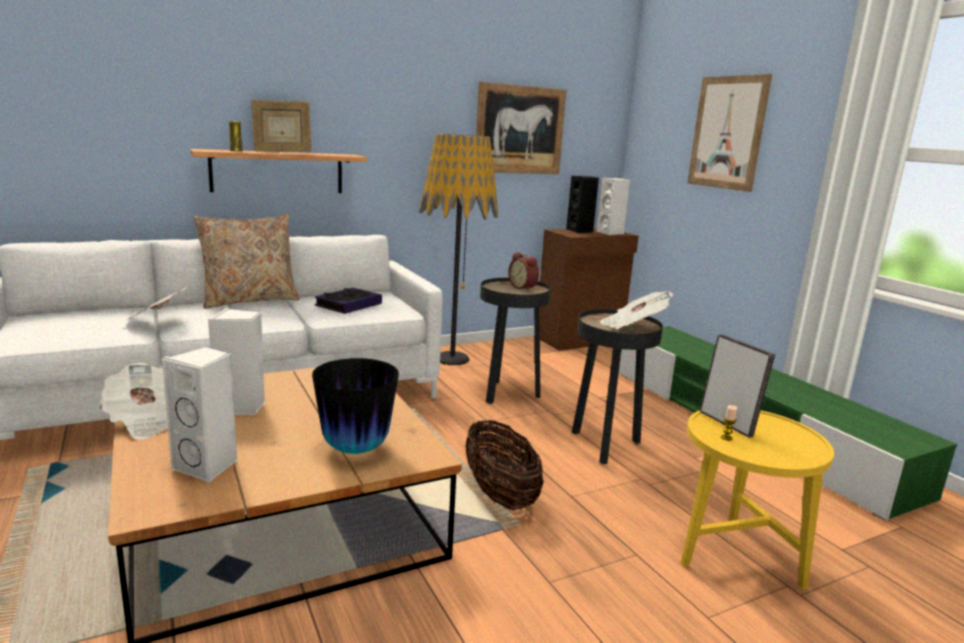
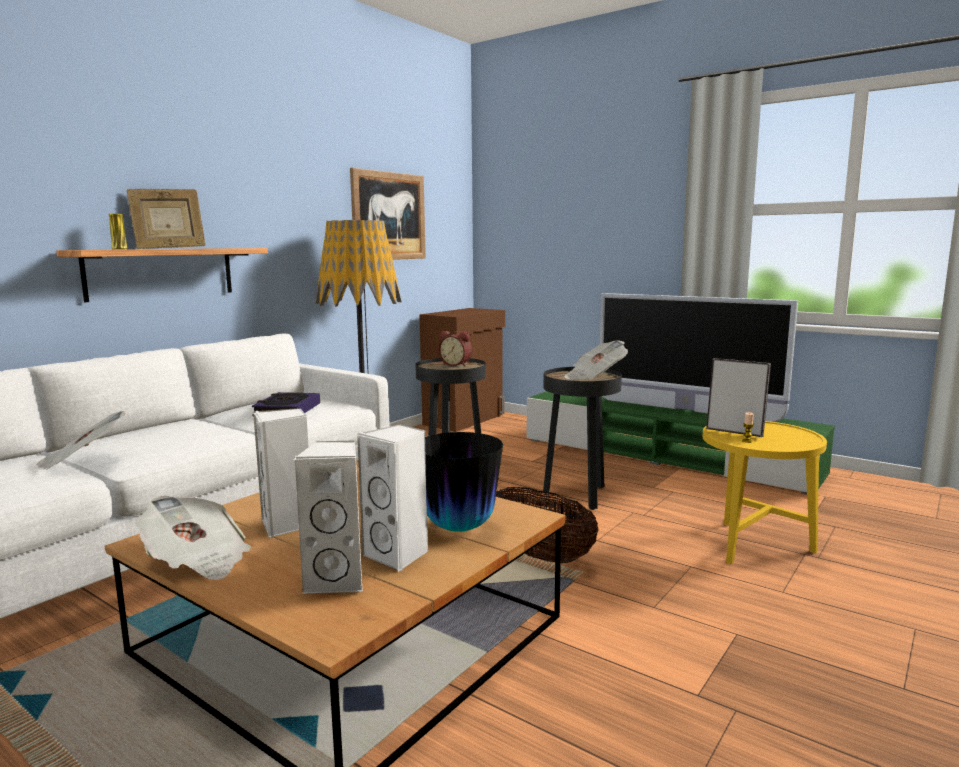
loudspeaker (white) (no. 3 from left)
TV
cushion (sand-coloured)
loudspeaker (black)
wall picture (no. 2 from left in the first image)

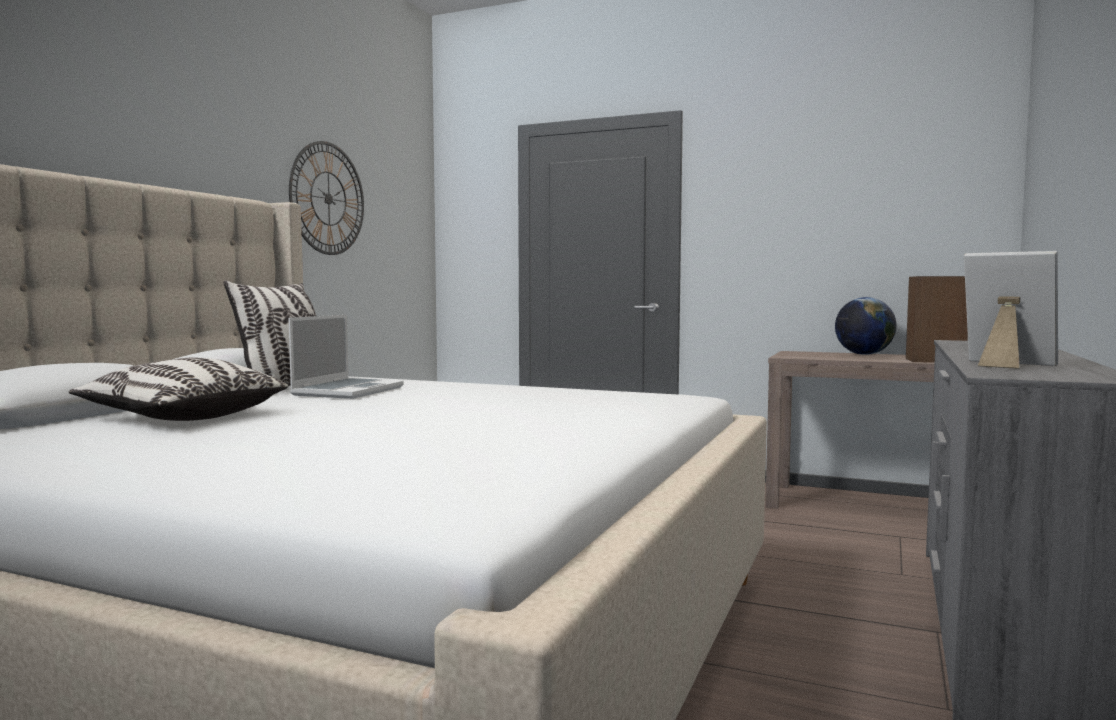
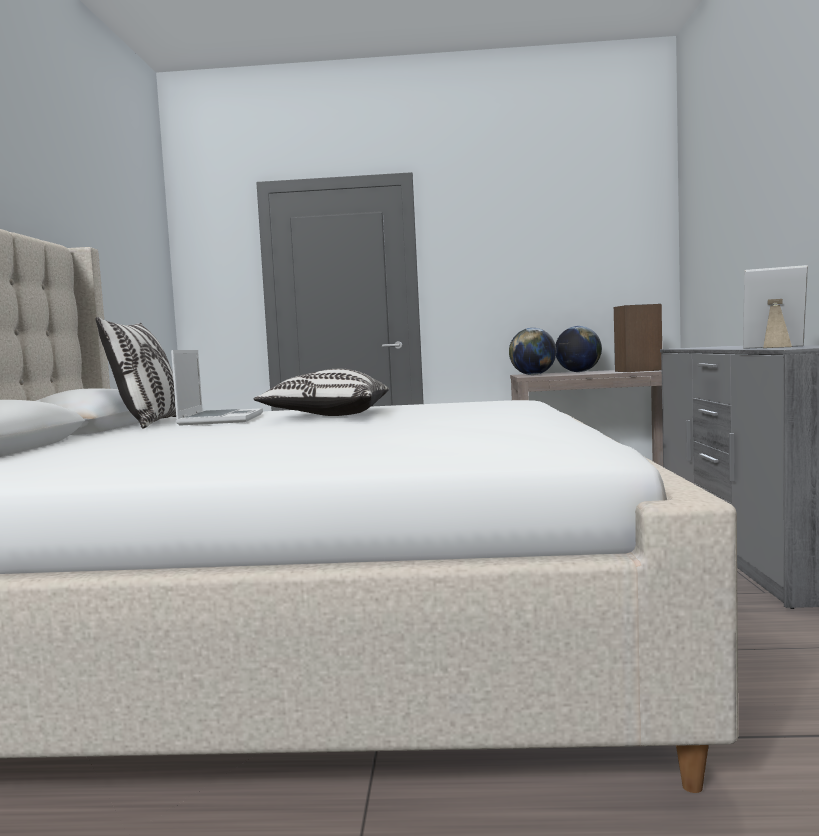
cushion (no. 2 from left)
globe (no. 1 from left)
clock on the wall

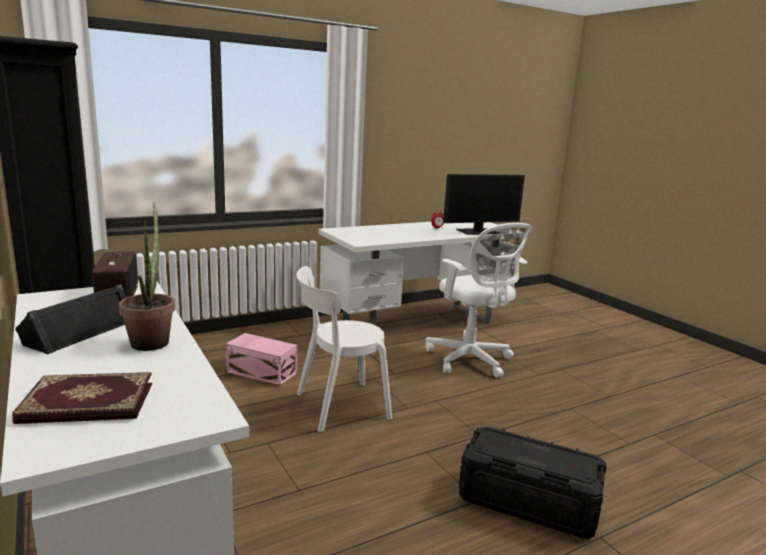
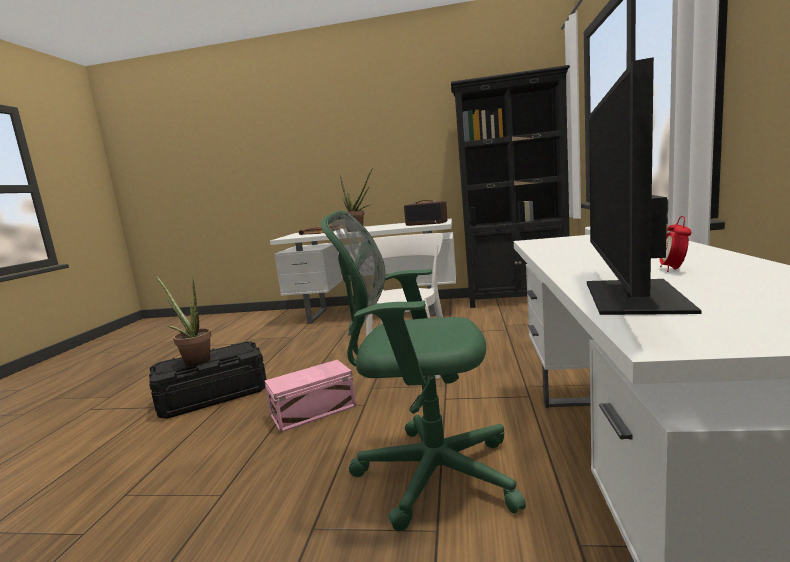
houseplant (no. 1 from left)
storage box (pinkish)
office chair (green)
loudspeaker (black)

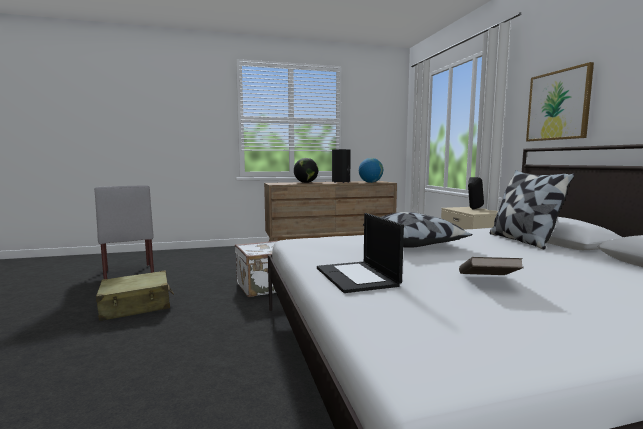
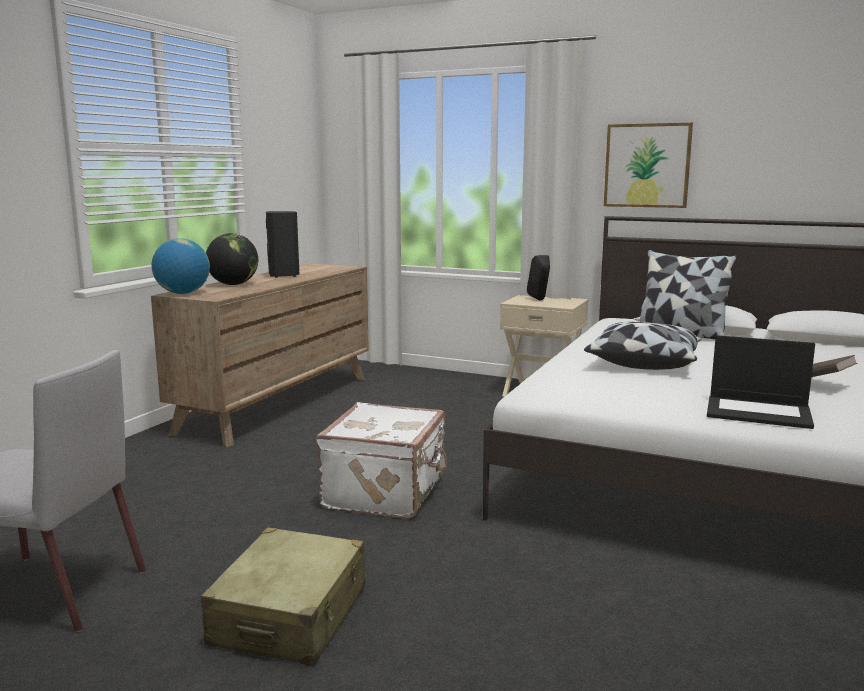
globe (no. 1 from left)

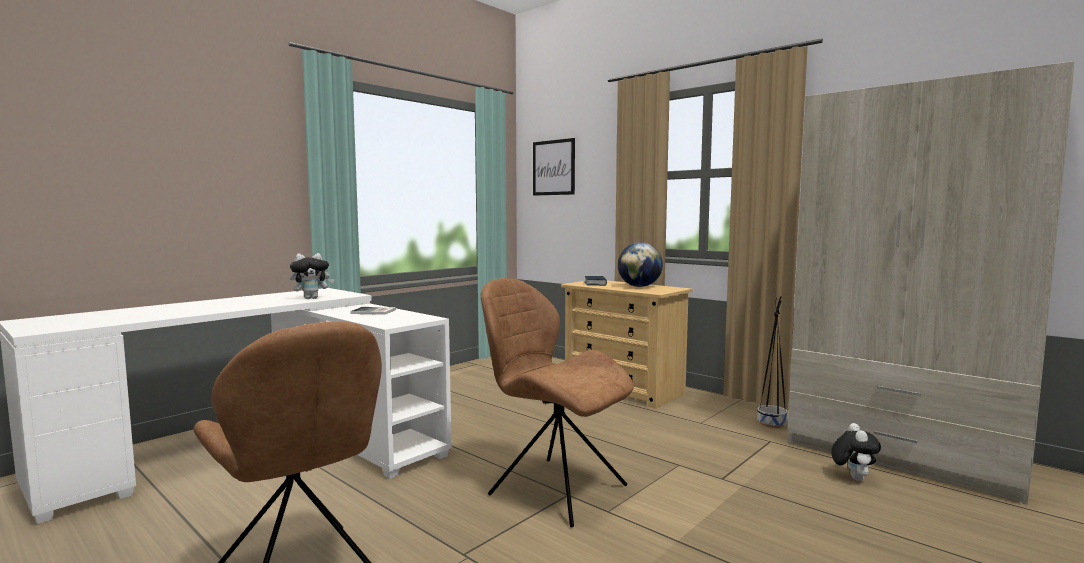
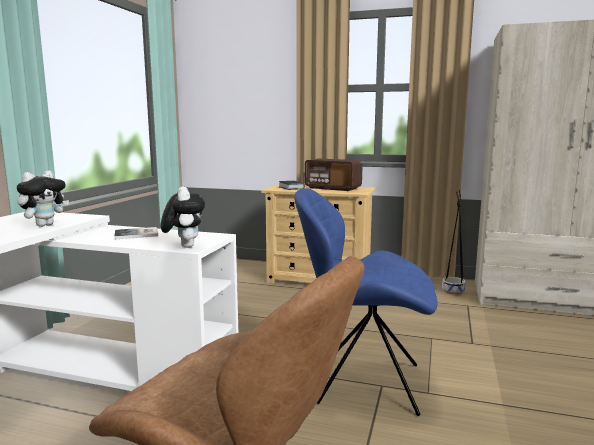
soft toy (no. 2 from left)
plain chair (bluish)
radio
wall picture

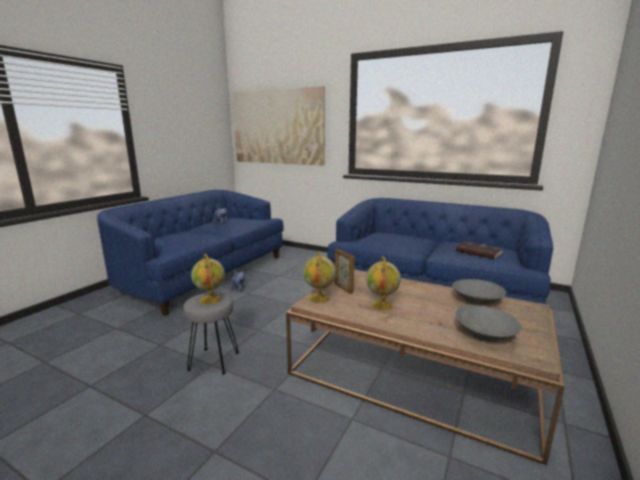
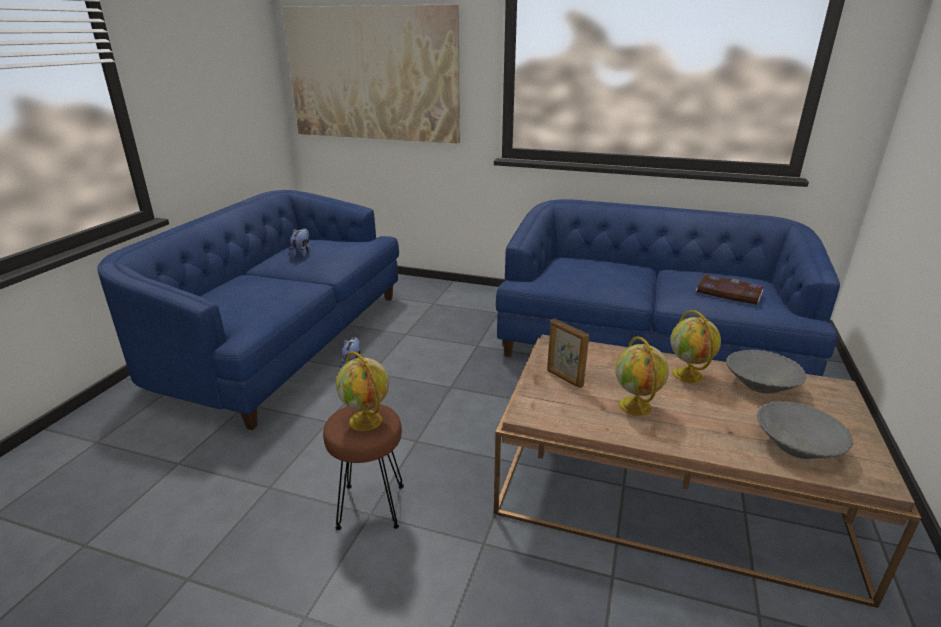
stool seat (brown-coloured)
globe (no. 3 from left)

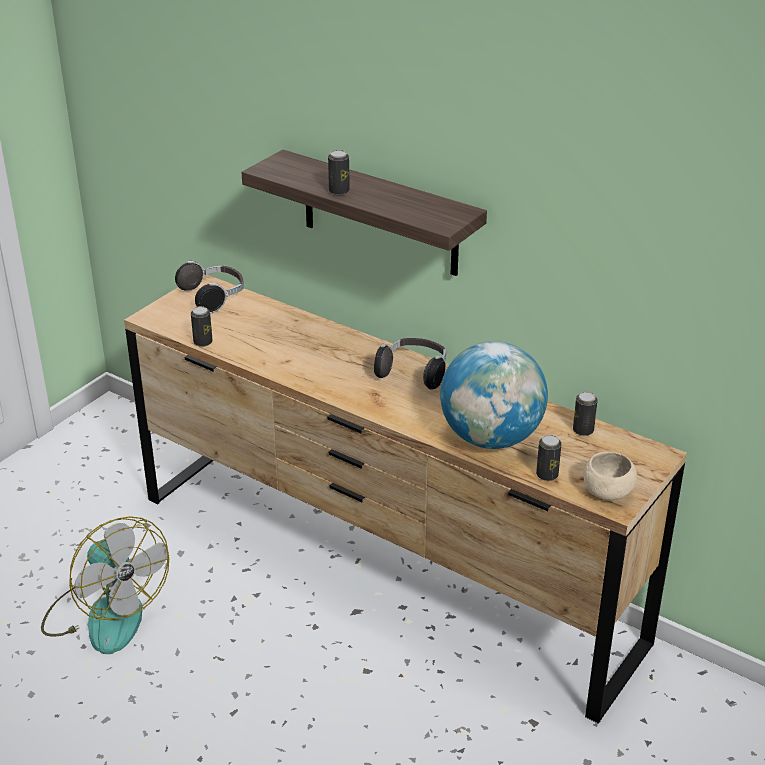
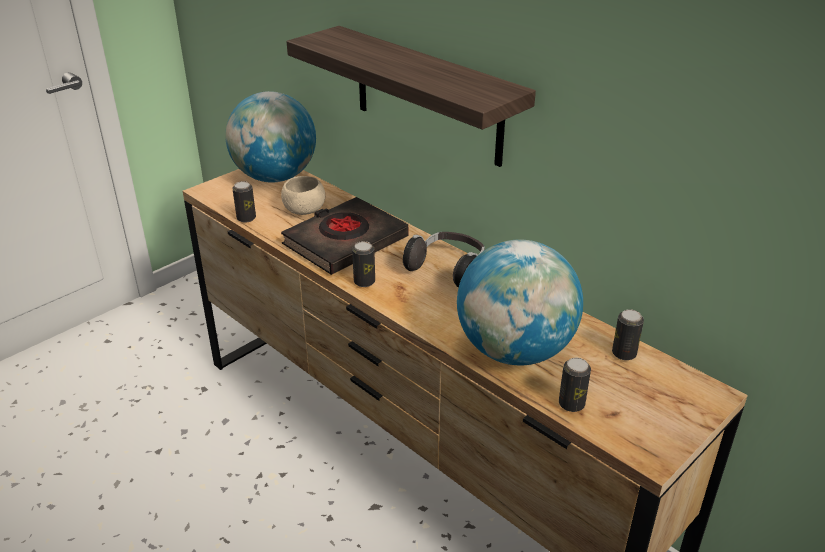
globe (no. 1 from left)
deep dish (sand-coloured)
volume (black)
can (no. 2 from left)
electric fan

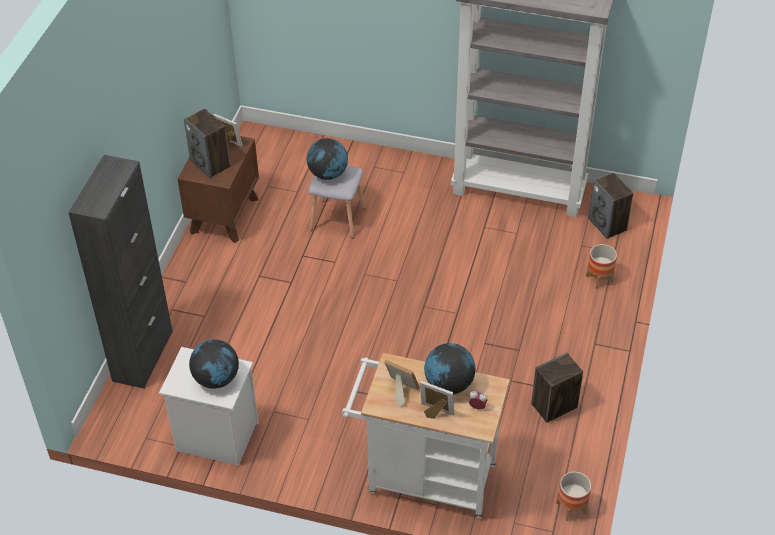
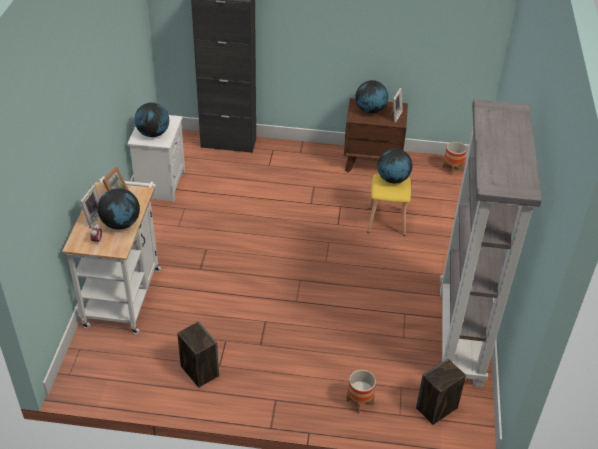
globe (no. 3 from left)
stool seat (yellowish)
planter (no. 2 from left)

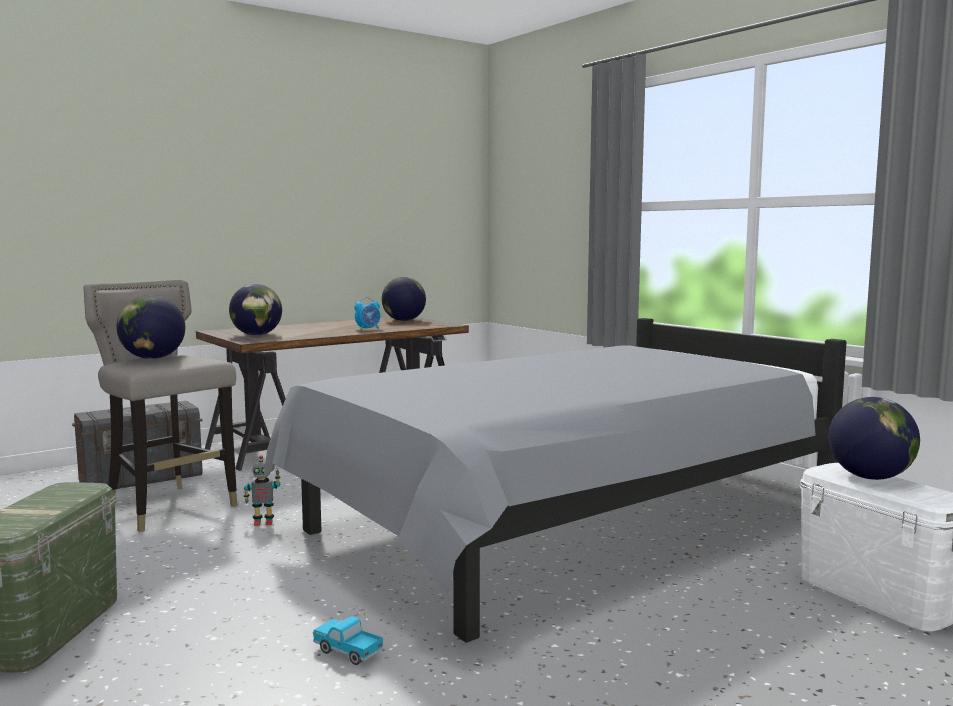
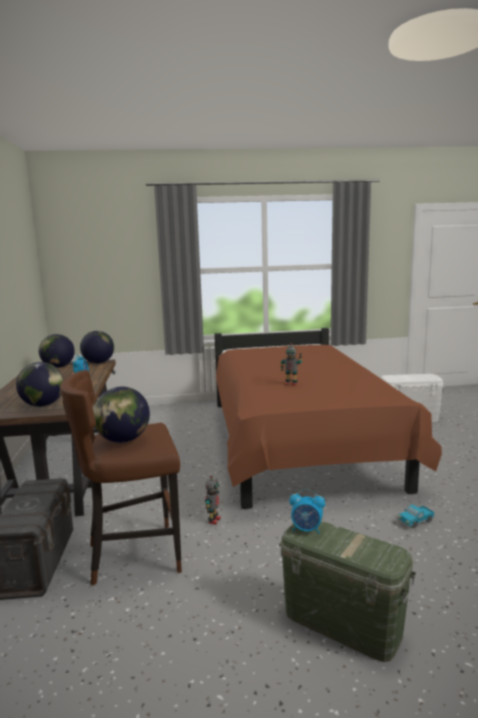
stool seat (brown-coloured)
globe (no. 3 from left)
bedroom bed (brown-coloured)
robot figure (no. 2 from left)
alarm clock (no. 2 from left)

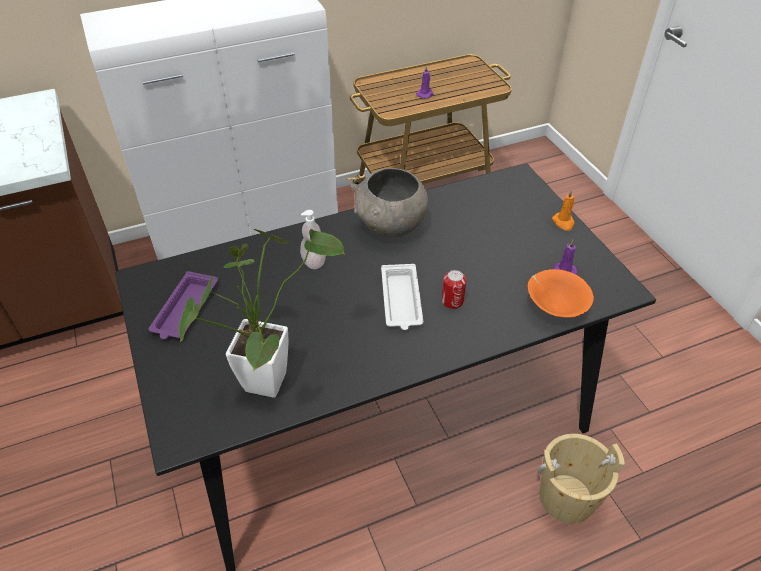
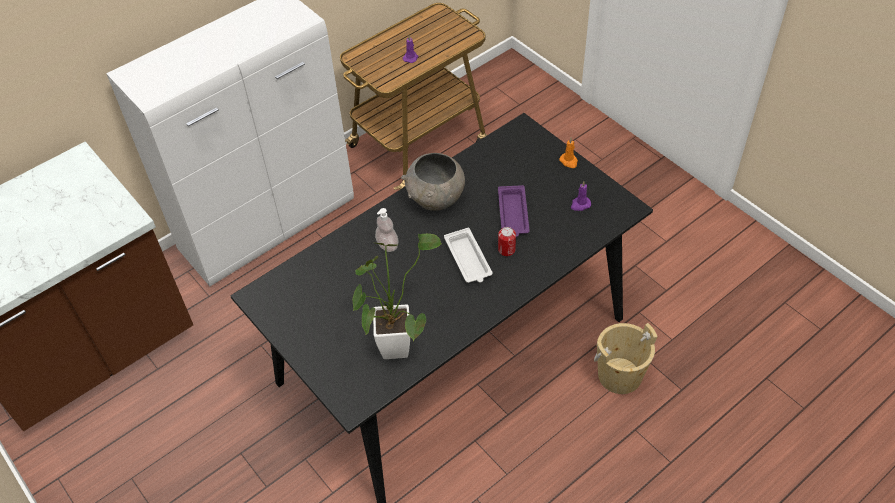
carrying tray (purplish)
deep dish (orange-coloured)

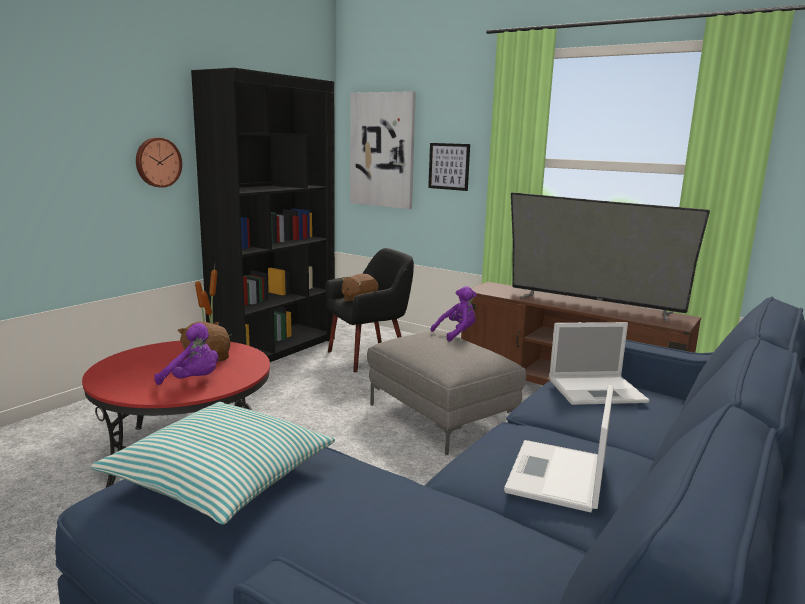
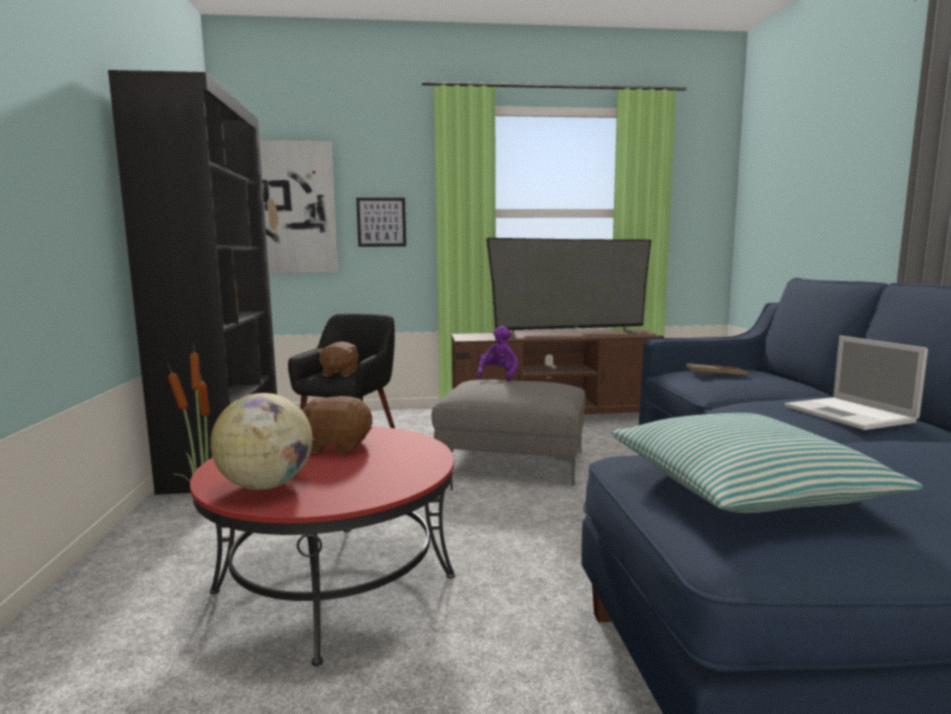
globe
carrying tray (brown-coloured)
clock on the wall
soft toy (purplish) (no. 1 from left in the first image)

